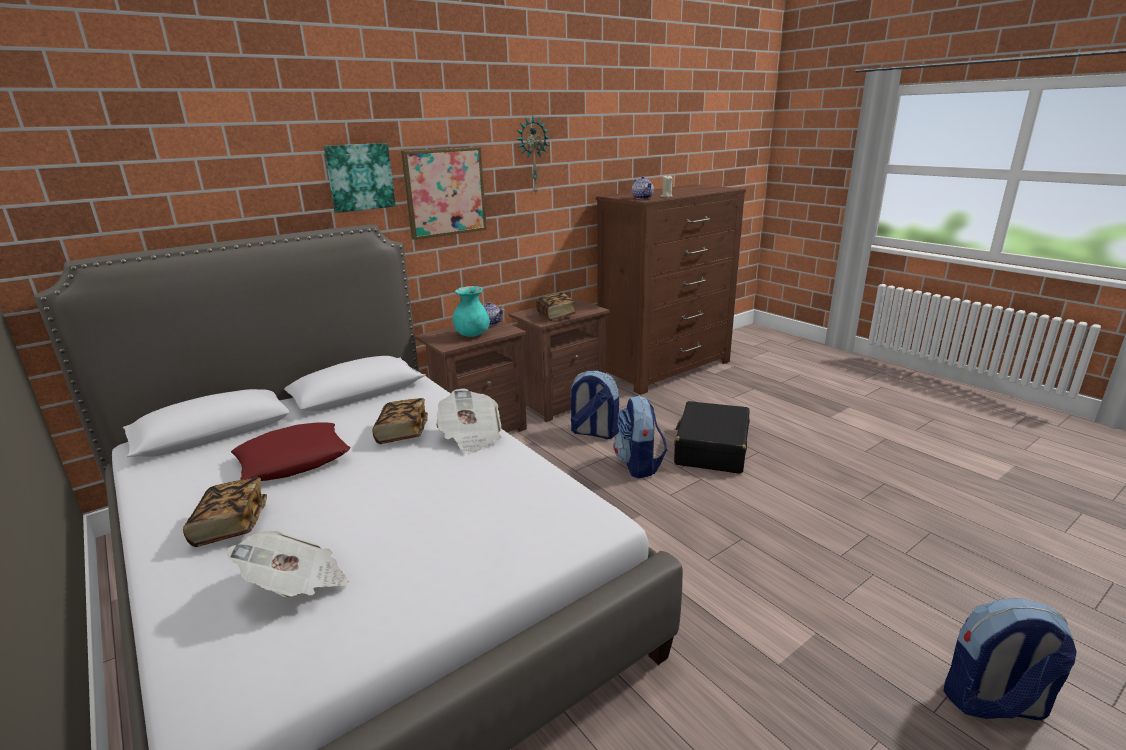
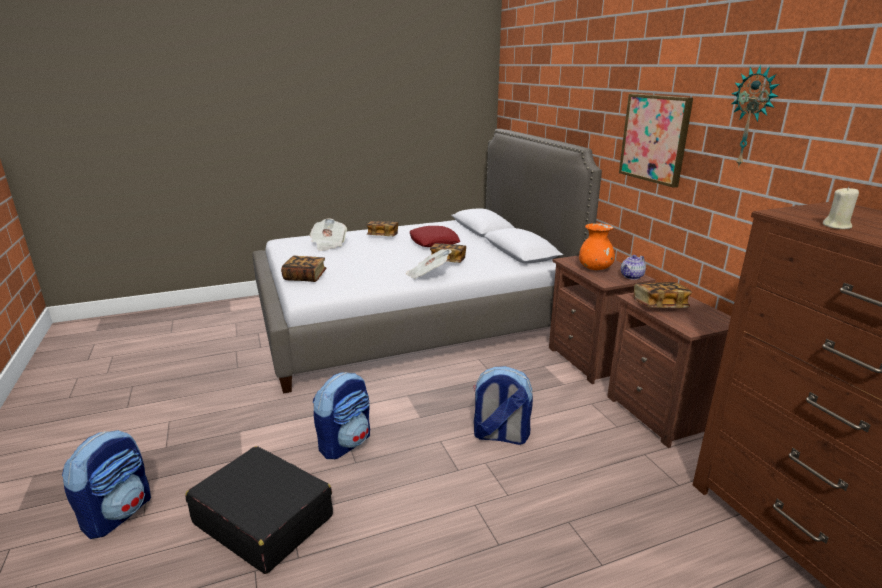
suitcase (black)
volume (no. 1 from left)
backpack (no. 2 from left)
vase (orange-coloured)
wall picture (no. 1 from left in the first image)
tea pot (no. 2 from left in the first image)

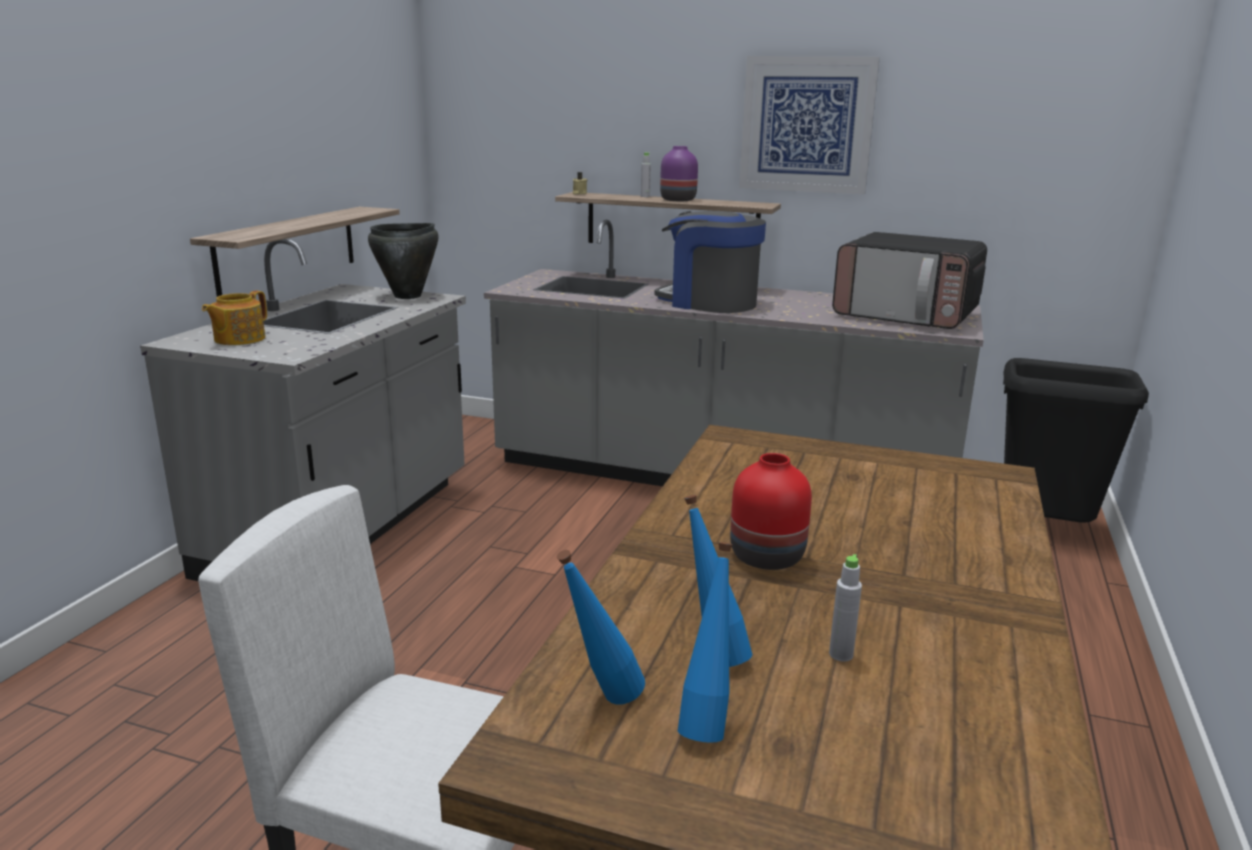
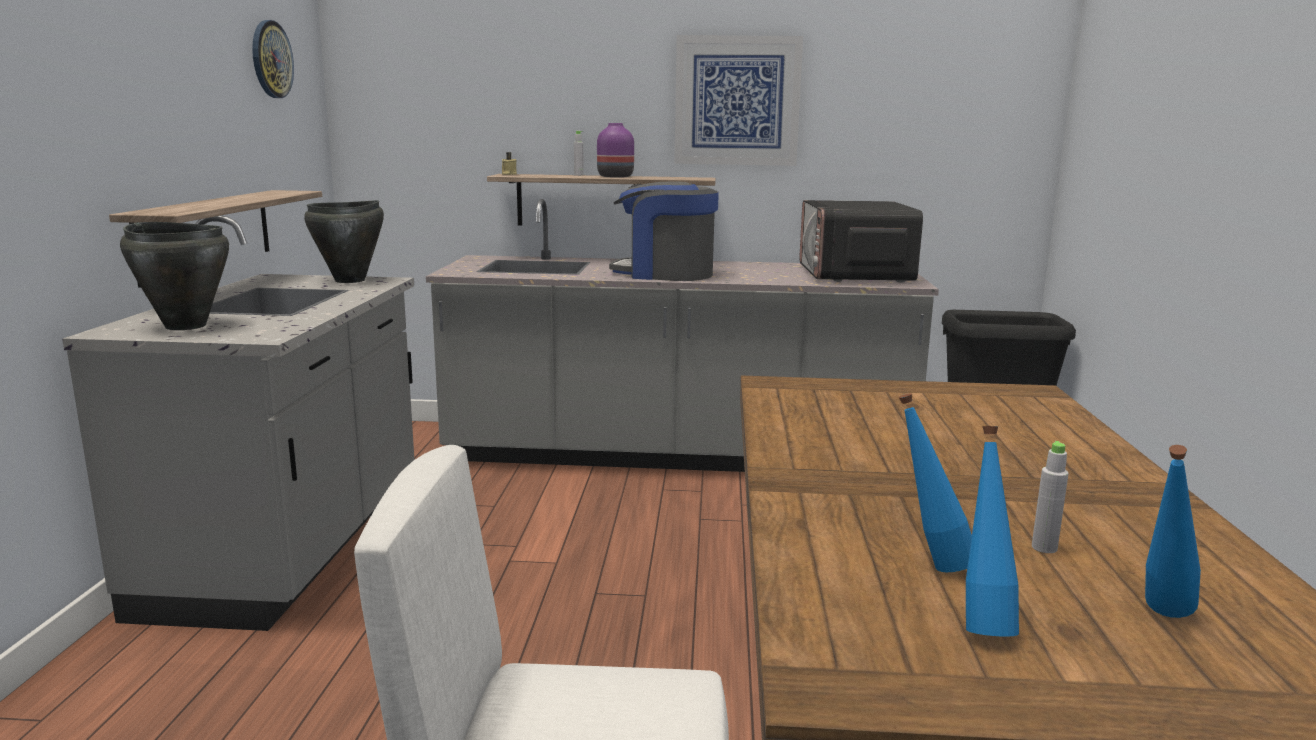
stockpot (black) (no. 1 from left)
clock on the wall
microwave oven
bottle (bluish) (no. 3 from left)
vase (reddish)

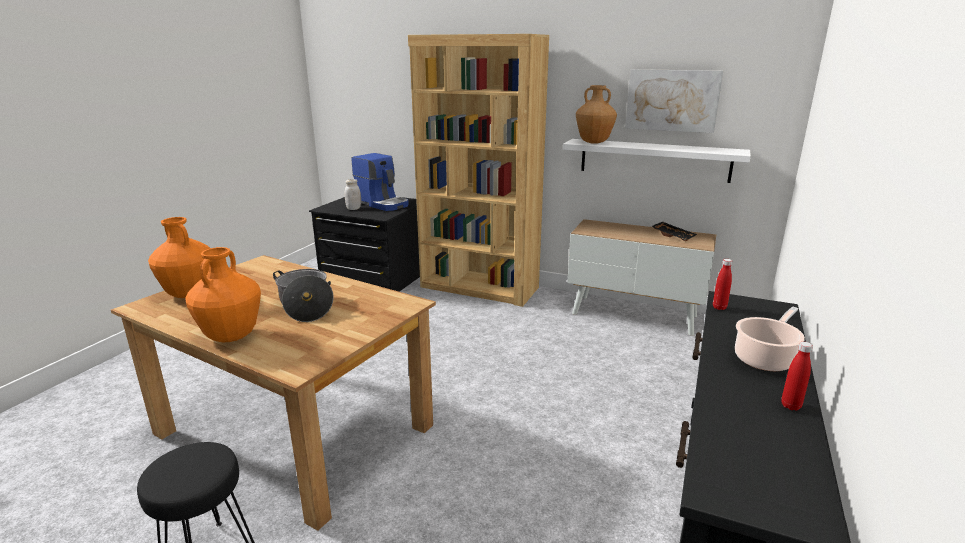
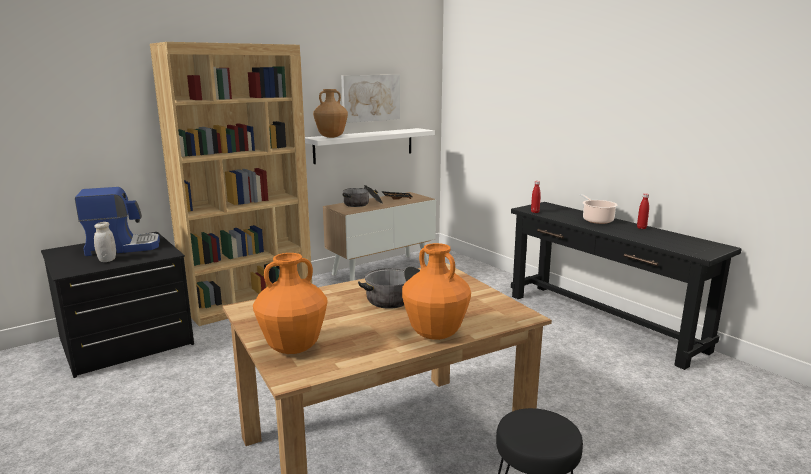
stockpot (no. 1 from left)

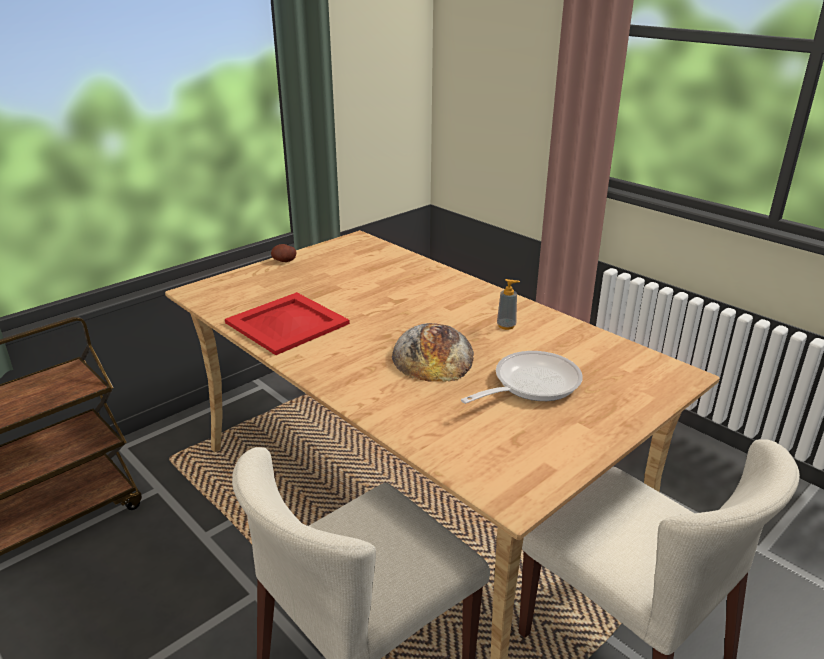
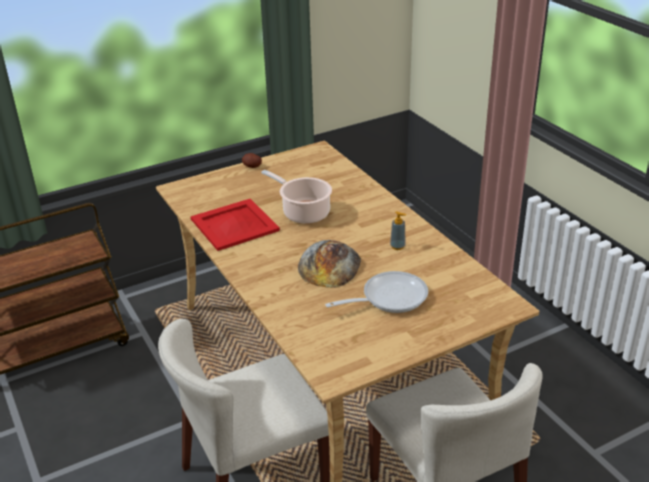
stockpot

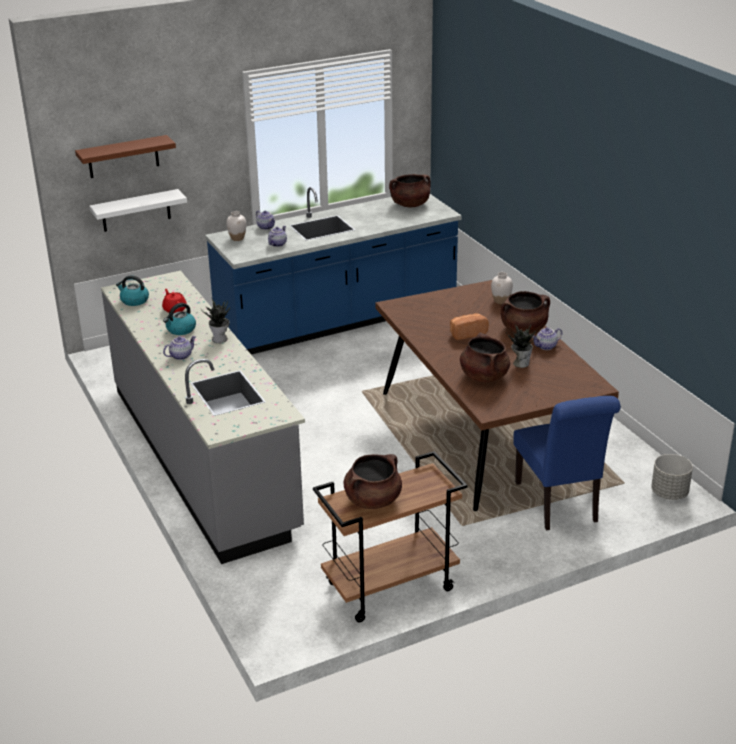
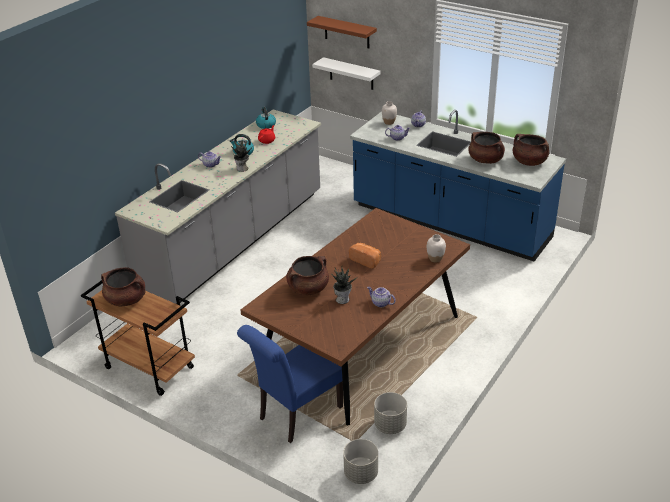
planter (grey) (no. 2 from left)
stockpot (brown-coloured) (no. 3 from left)

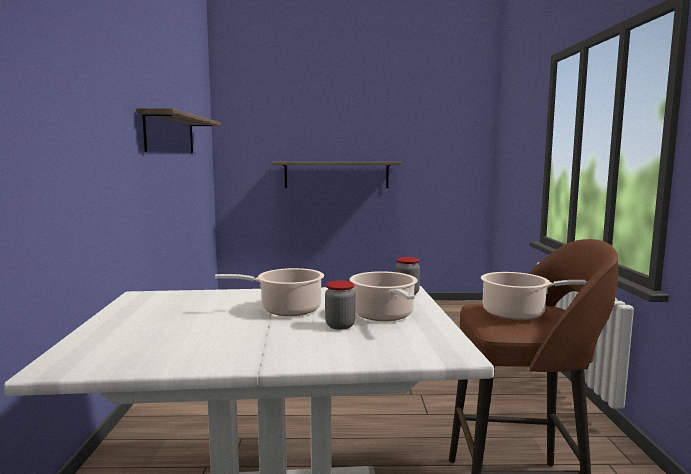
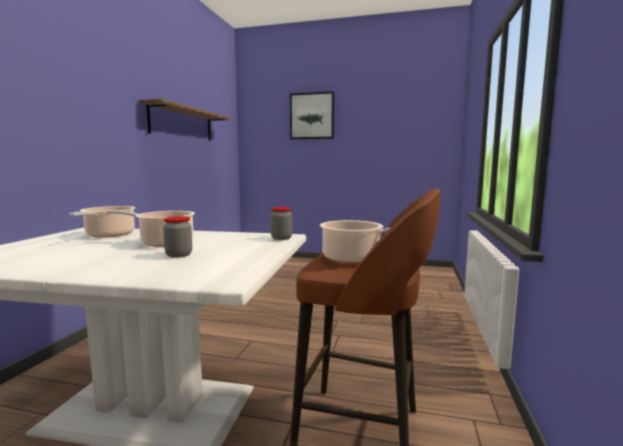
stockpot (no. 1 from left)
wall picture
bracket shelf (no. 2 from left in the first image)

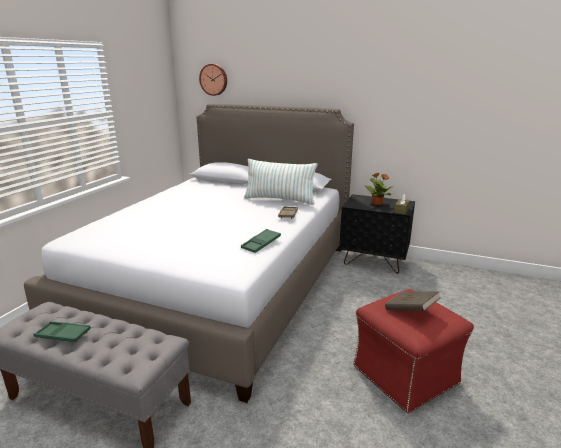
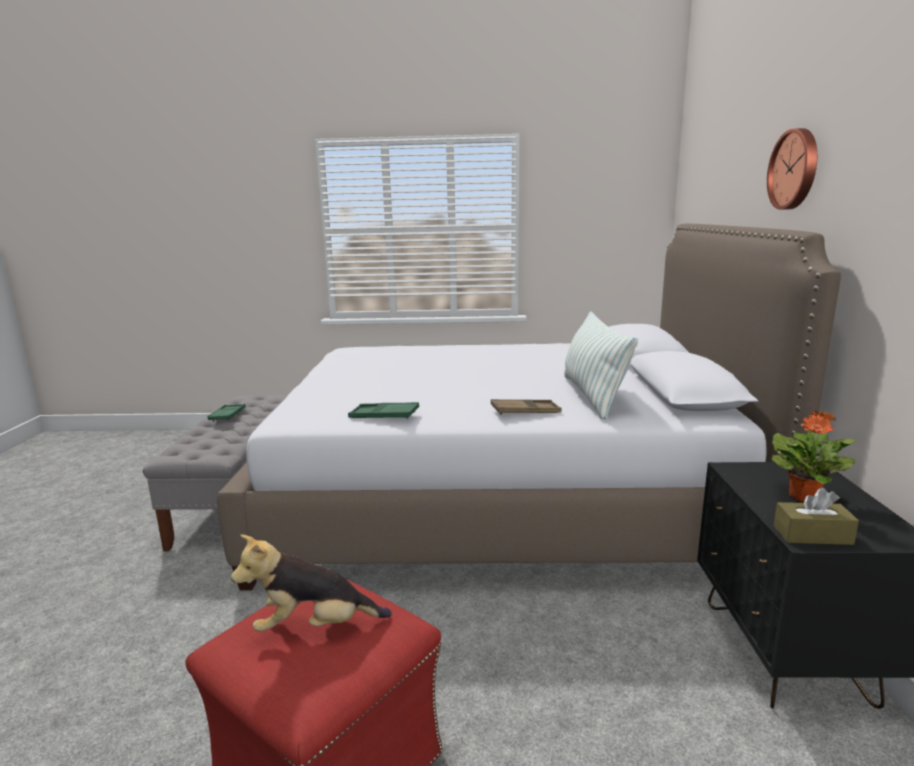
soft toy
clock on the wall

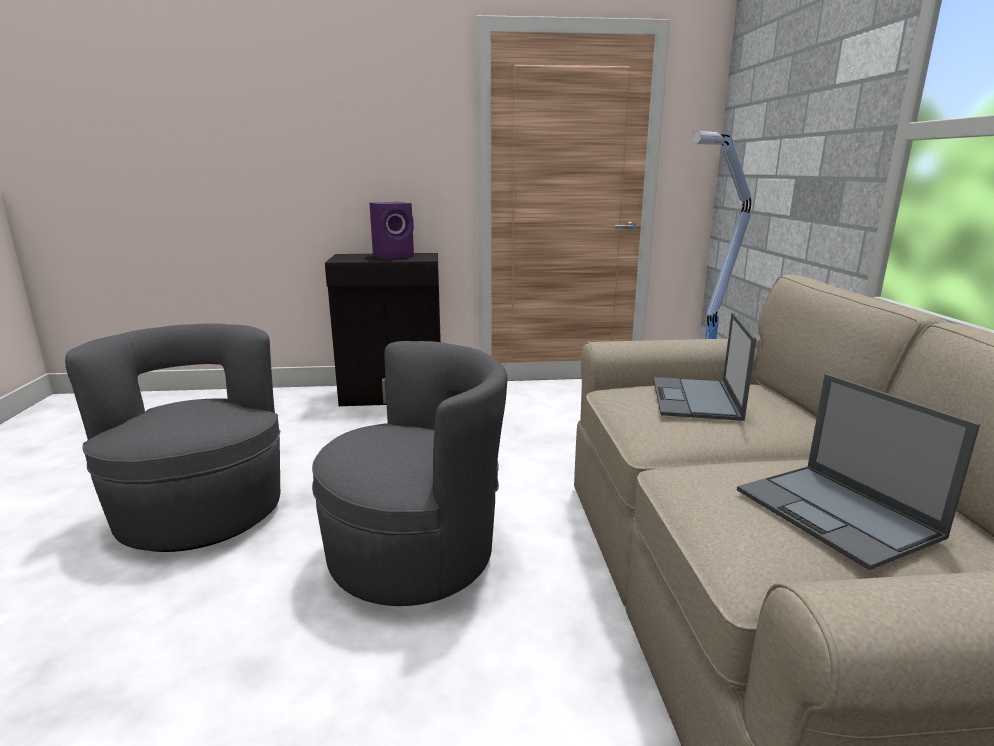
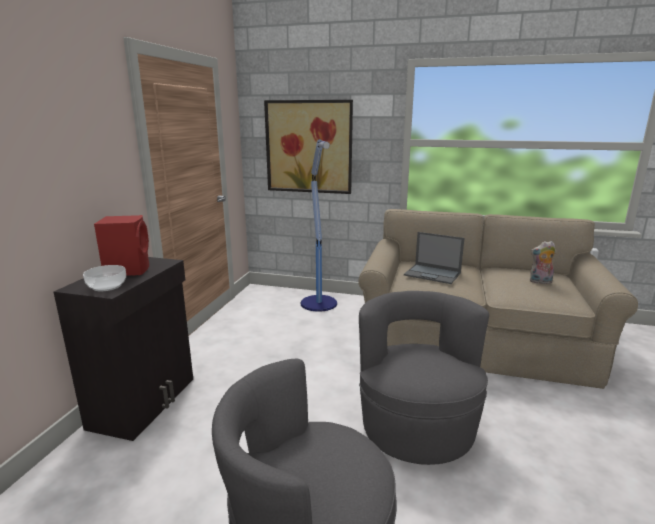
deep dish
loudspeaker (reddish)
wall picture
soft toy

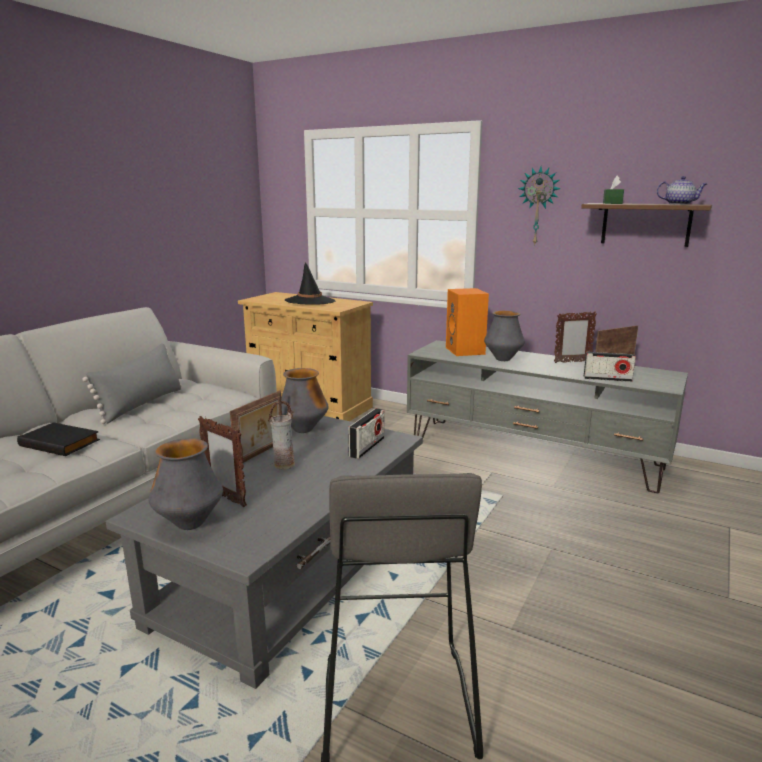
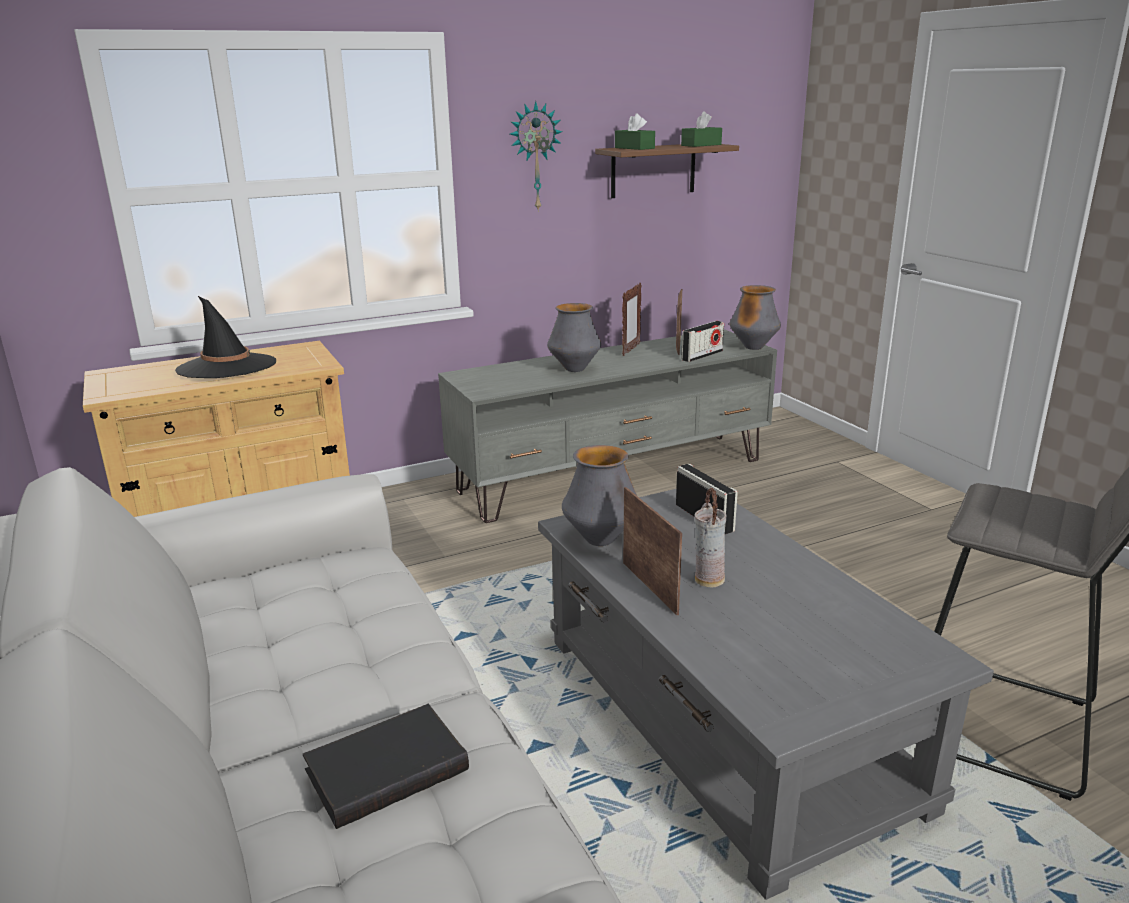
tissue holder (green) (no. 2 from left)
vase (no. 4 from left)
cushion (grey)
picture frame (no. 1 from left in the first image)
loudspeaker (orange-coloured)

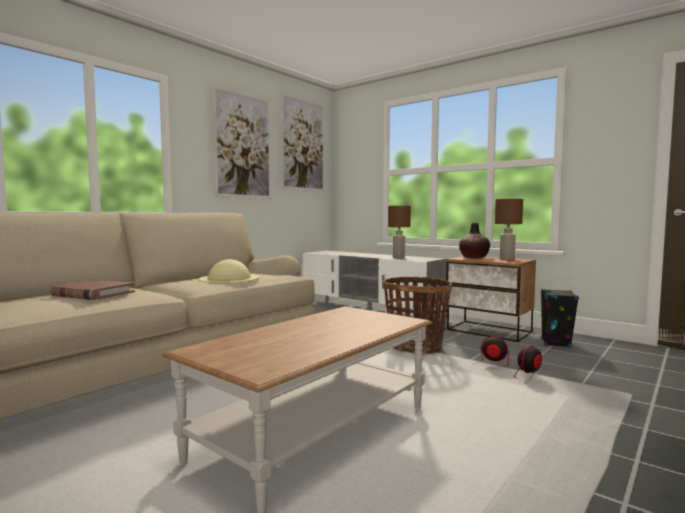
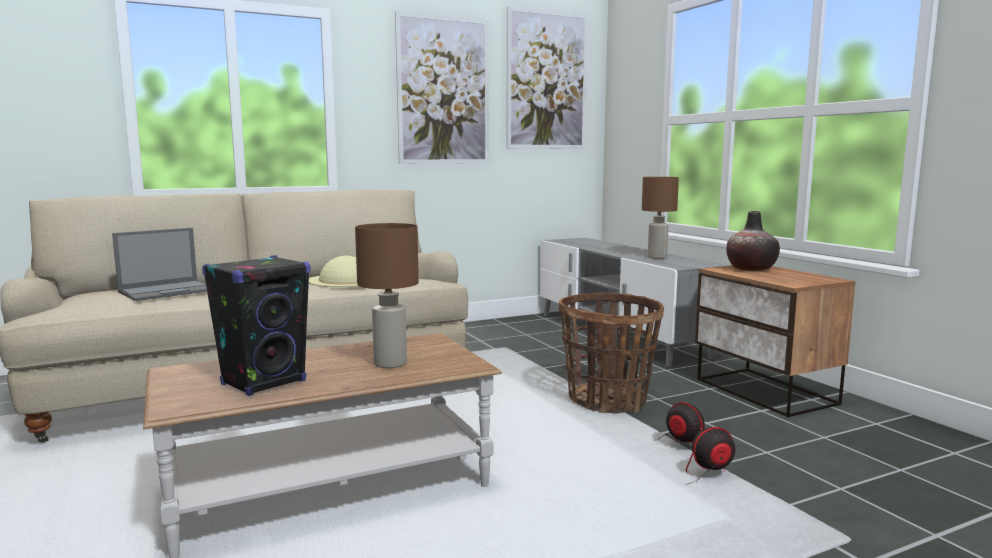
notebook computer
loudspeaker (black)
tabletop lamp (brown-coloured) (no. 1 from left)

